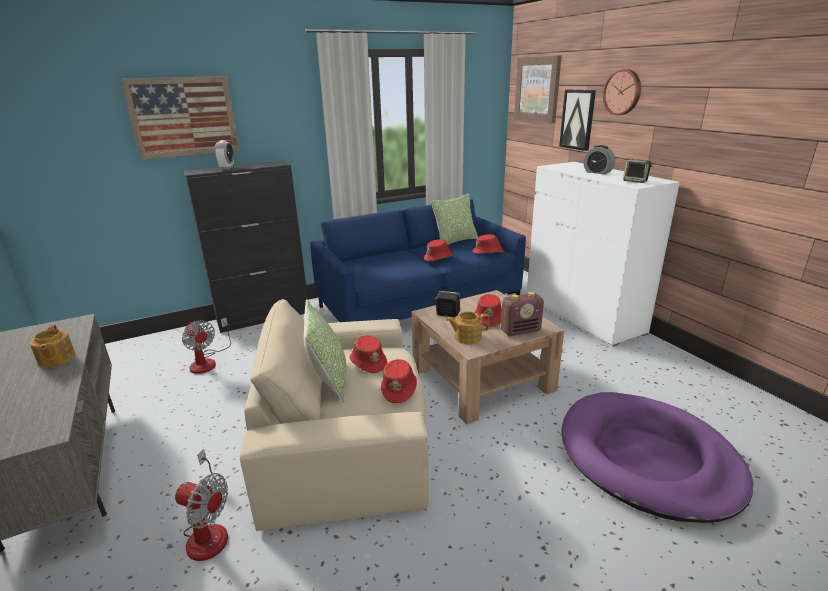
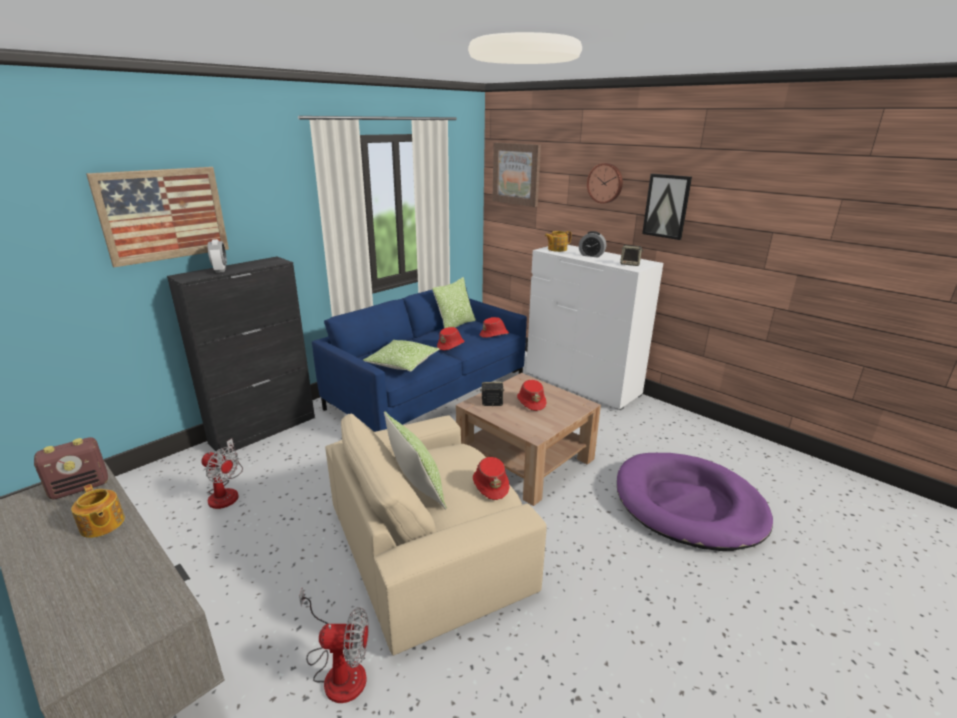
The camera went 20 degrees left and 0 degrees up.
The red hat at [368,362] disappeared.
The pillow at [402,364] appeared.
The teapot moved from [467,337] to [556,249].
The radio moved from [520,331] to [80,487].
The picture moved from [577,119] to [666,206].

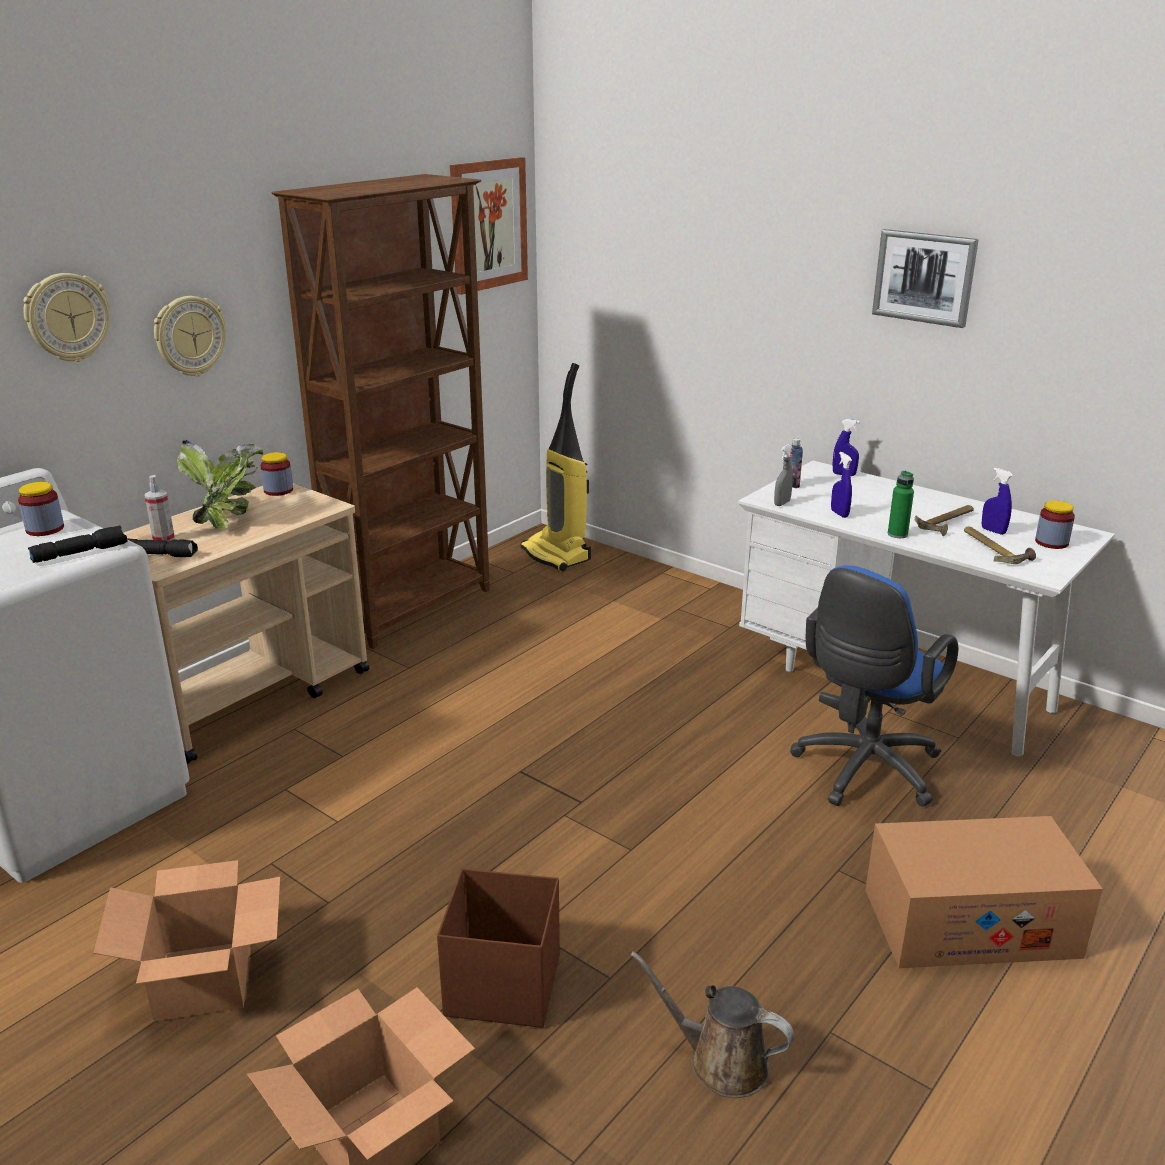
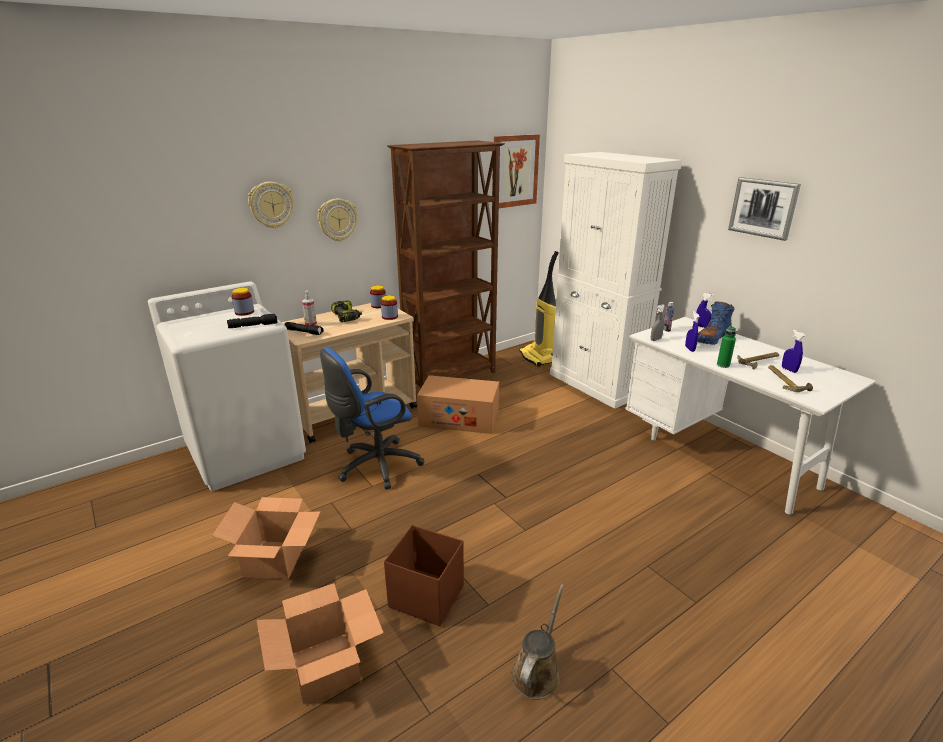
The camera went 15 degrees right and 0 degrees up.
The white cabinet at [595,384] appeared.
The blue boot at [712,339] appeared.
The blue office chair moved from [862,772] to [375,466].
The cardboard box moved from [970,923] to [459,418].
The jar moved from [1051,542] to [389,317].
The potted plant at [228,518] was replaced by the power drill at [347,317].
The brown watering can at [720,1062] turned 75 degrees clockwise.

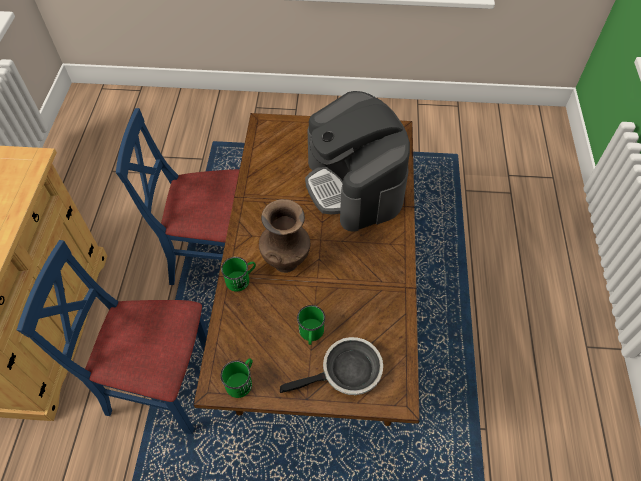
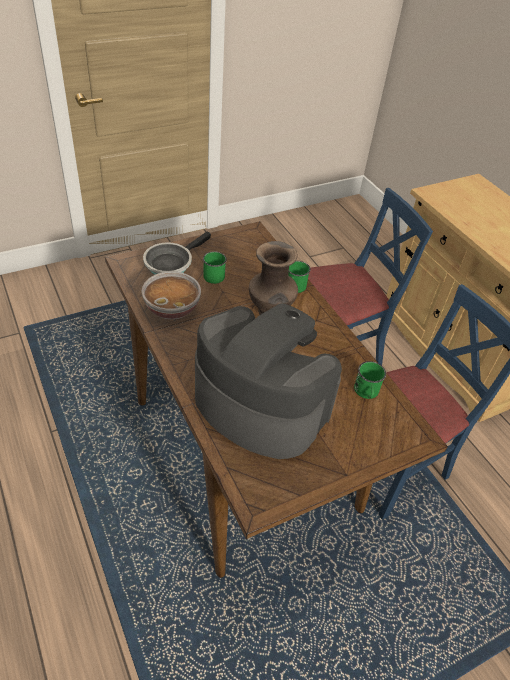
The camera went 145 degrees right and 10 degrees down.
The bowl at [172,308] appeared.
The green mug moved from [241,381] to [366,392].

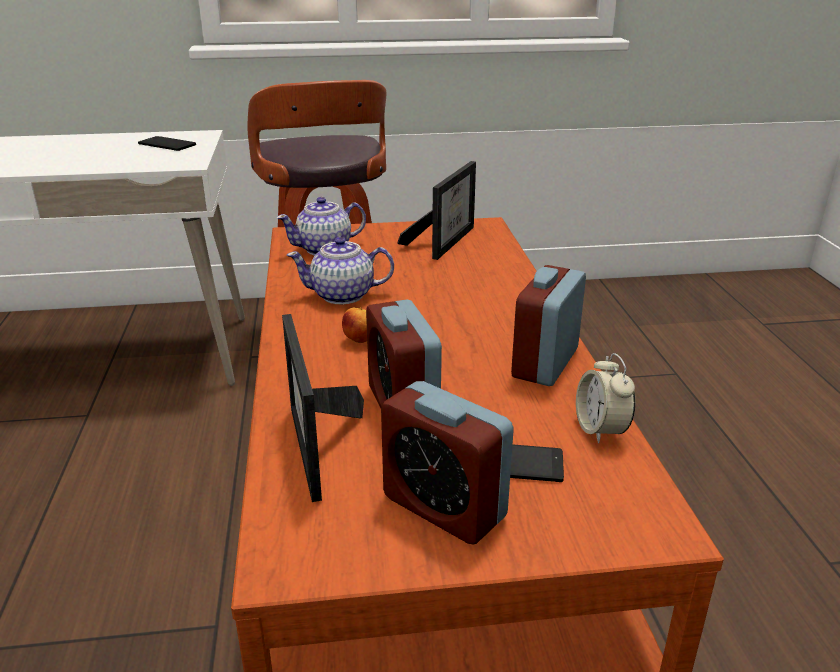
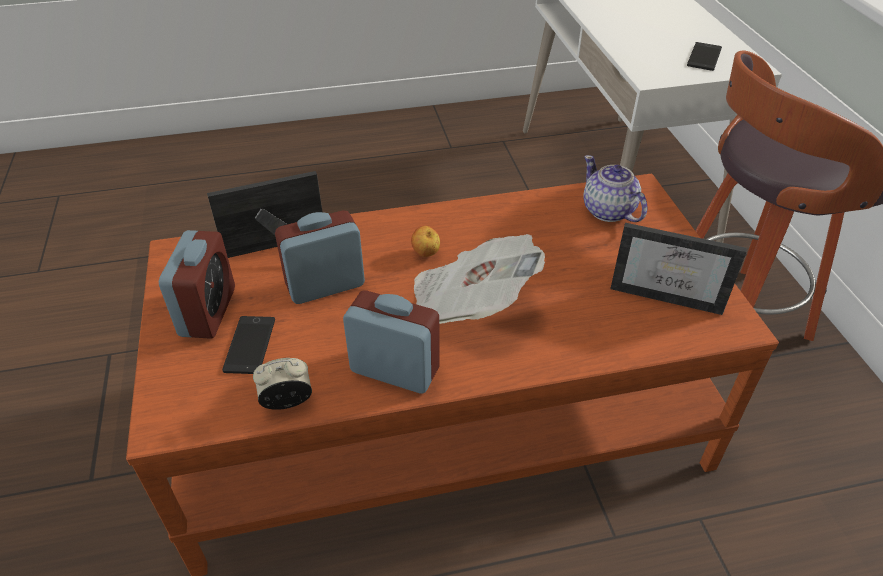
The camera went 85 degrees right and 15 degrees up.
The teapot at [343,295] disappeared.
The newspaper at [470,304] appeared.
The alarm clock at [444,507] turned 150 degrees clockwise.

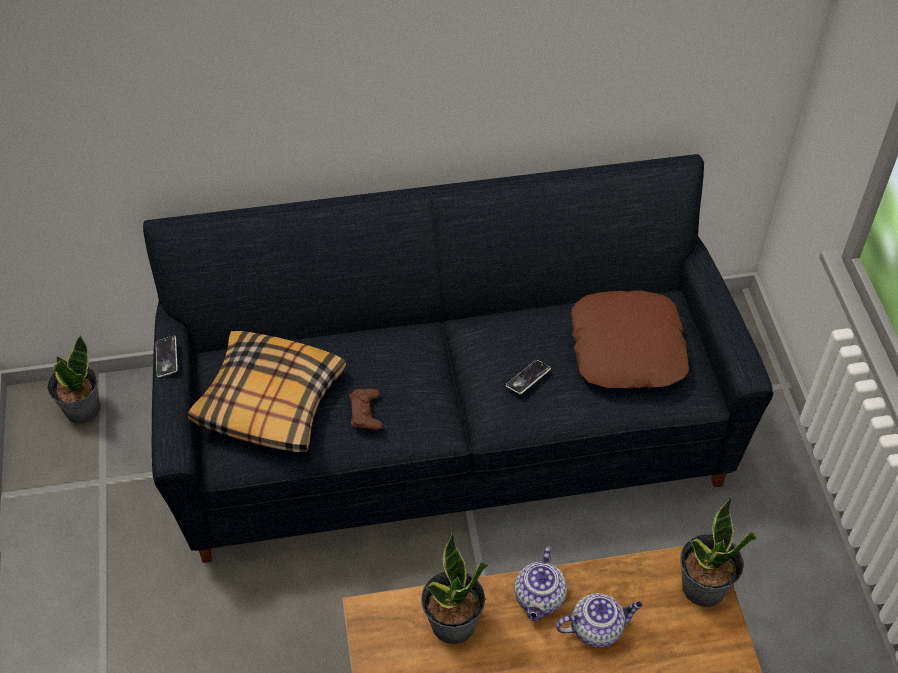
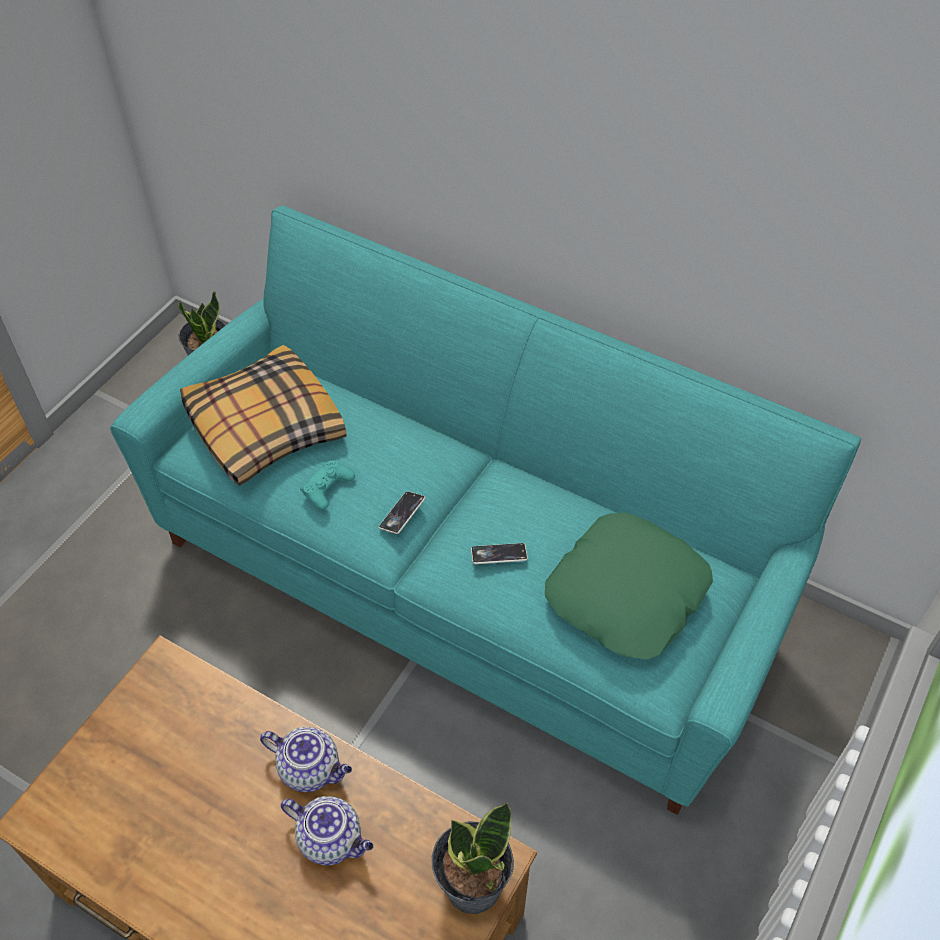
The camera went 40 degrees right and 0 degrees up.
The potted plant at [453,624] disappeared.
The phone moved from [167,358] to [402,514].
The black sofa at [449,429] became the turquoise sofa at [470,573].
The brown game controller at [365,412] became the turquoise game controller at [327,487].
The brown pillow at [628,348] became the green pillow at [628,594].
The teapot at [539,599] turned 120 degrees counterclockwise.

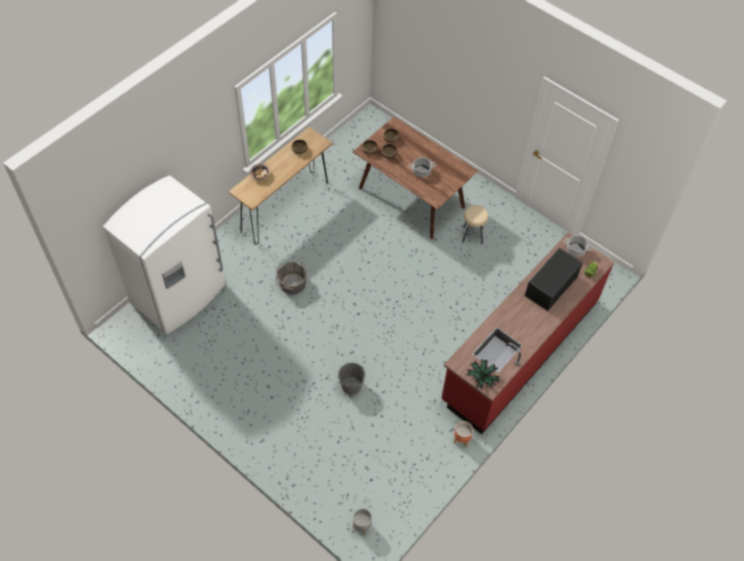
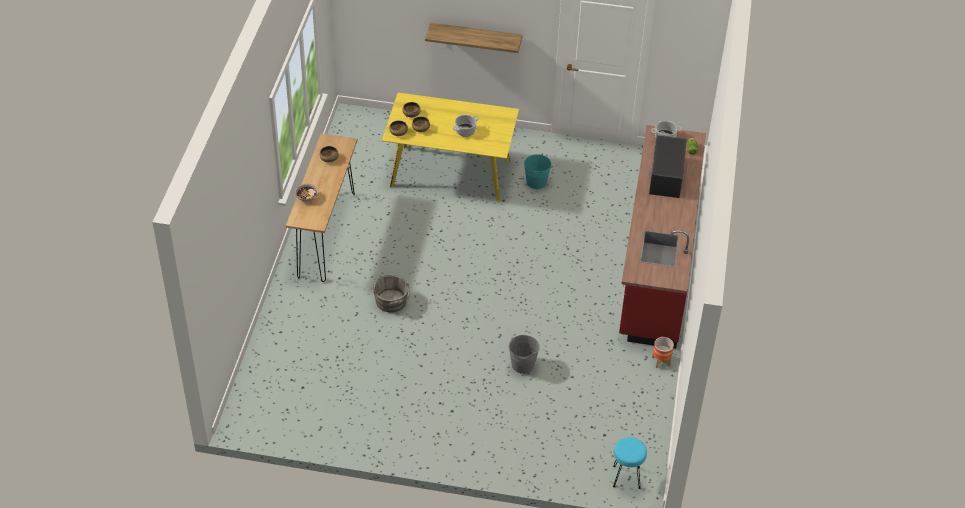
The camera went 30 degrees left and 10 degrees down.
The white fridge at [180,295] disappeared.
The potted plant at [482,378] disappeared.
The shelf at [476,37] appeared.
The grey planter at [361,526] was replaced by the turquoise stool at [626,477].
The beige stool at [472,235] was replaced by the turquoise bucket at [536,182].
The brown dining table at [410,198] became the yellow dining table at [449,174].

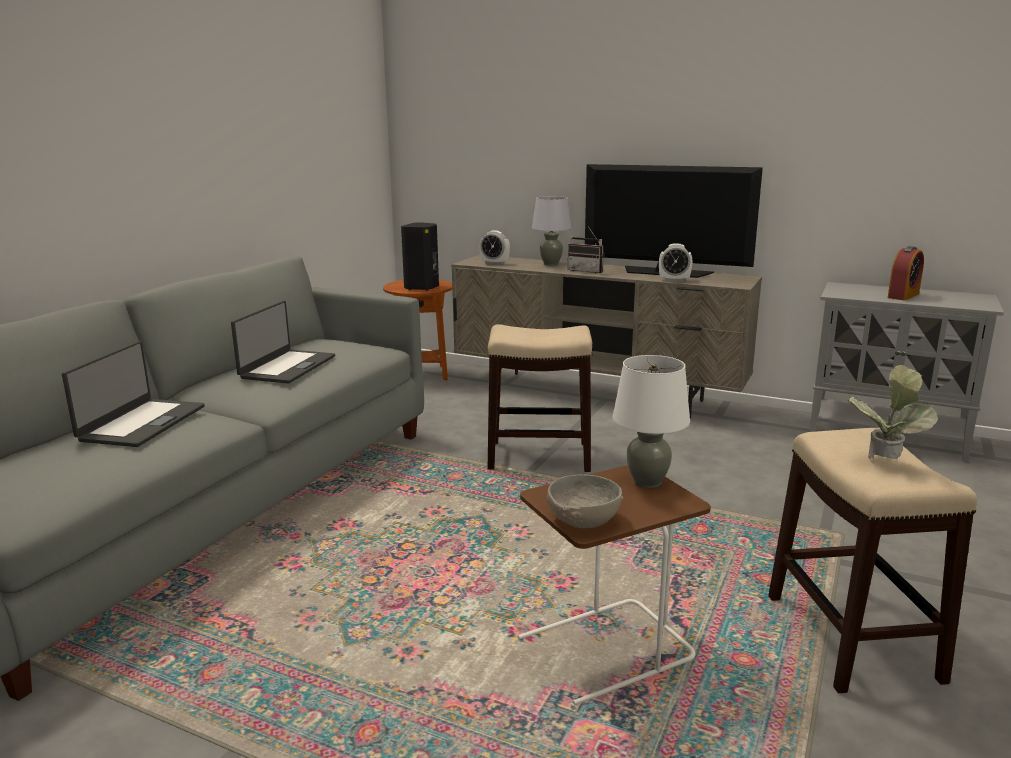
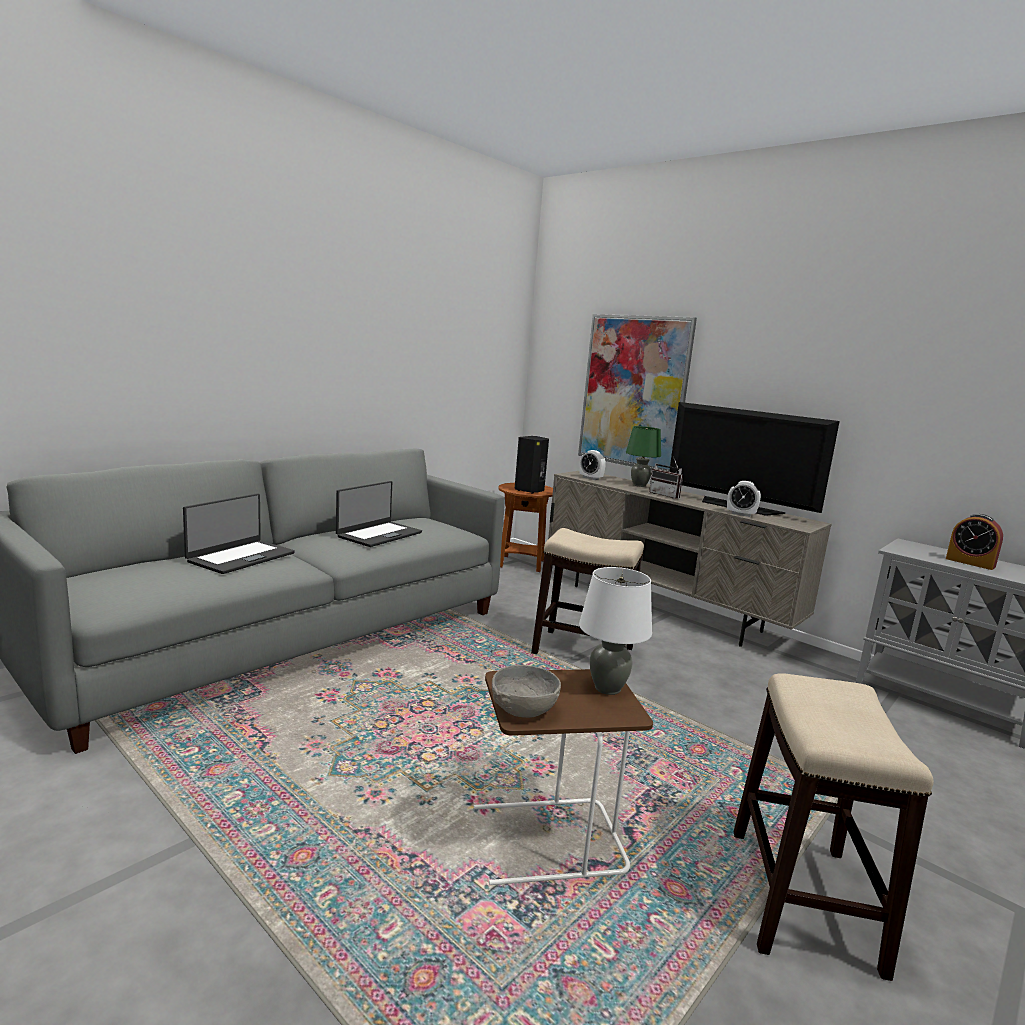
The camera went 15 degrees right and 5 degrees down.
The potted plant at [884,464] disappeared.
The picture at [633,392] appeared.
The grey table lamp at [550,264] became the green table lamp at [639,485].
The alarm clock at [903,296] turned 75 degrees clockwise.

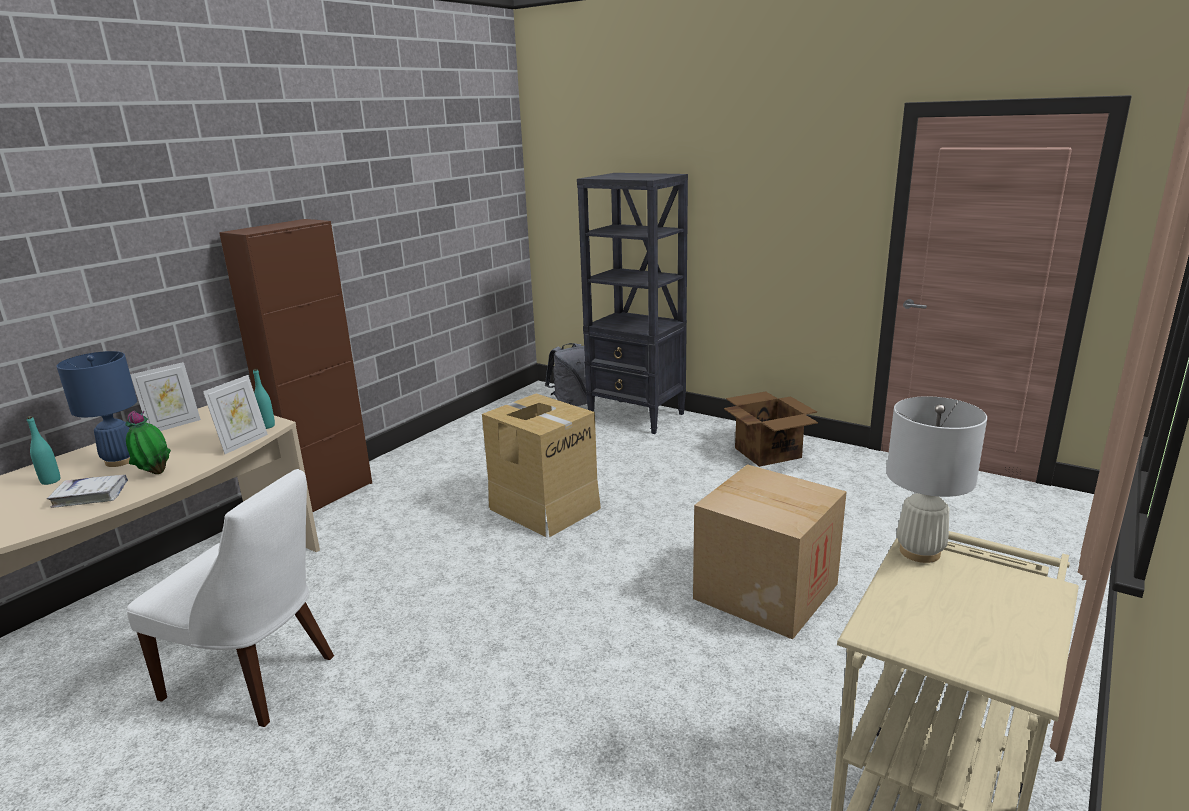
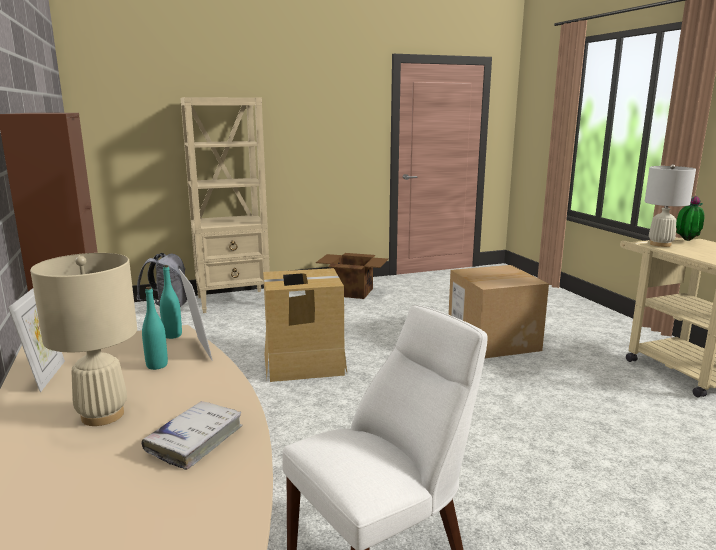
The camera went 55 degrees left and 5 degrees down.
The turquoise bottle moved from [50,481] to [157,365].
The potted plant moved from [154,473] to [686,241].
The blue table lamp at [120,461] became the beige table lamp at [102,415].
The black bookcase at [637,416] became the beige bookcase at [234,301].

